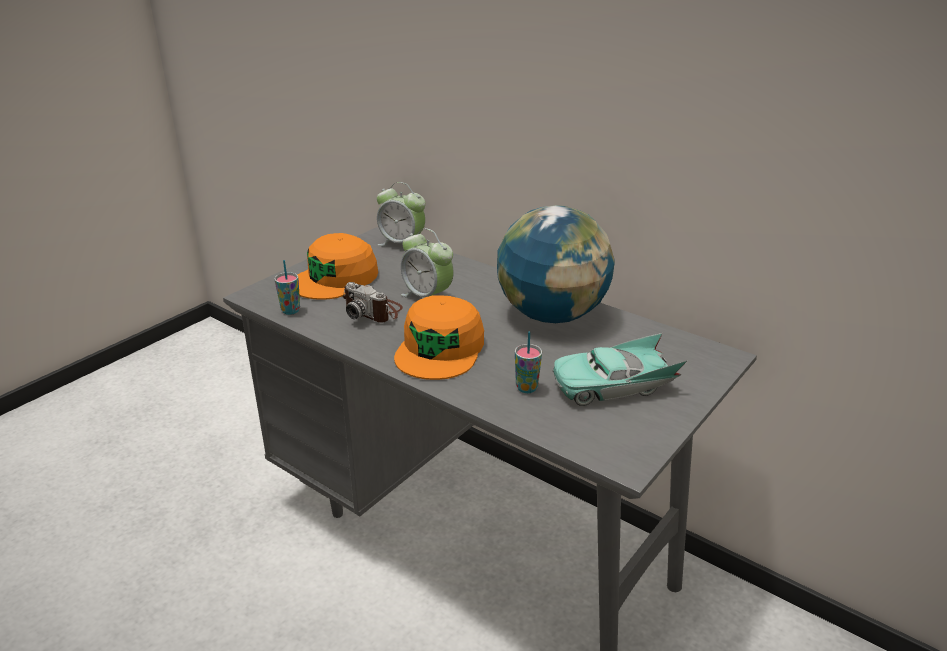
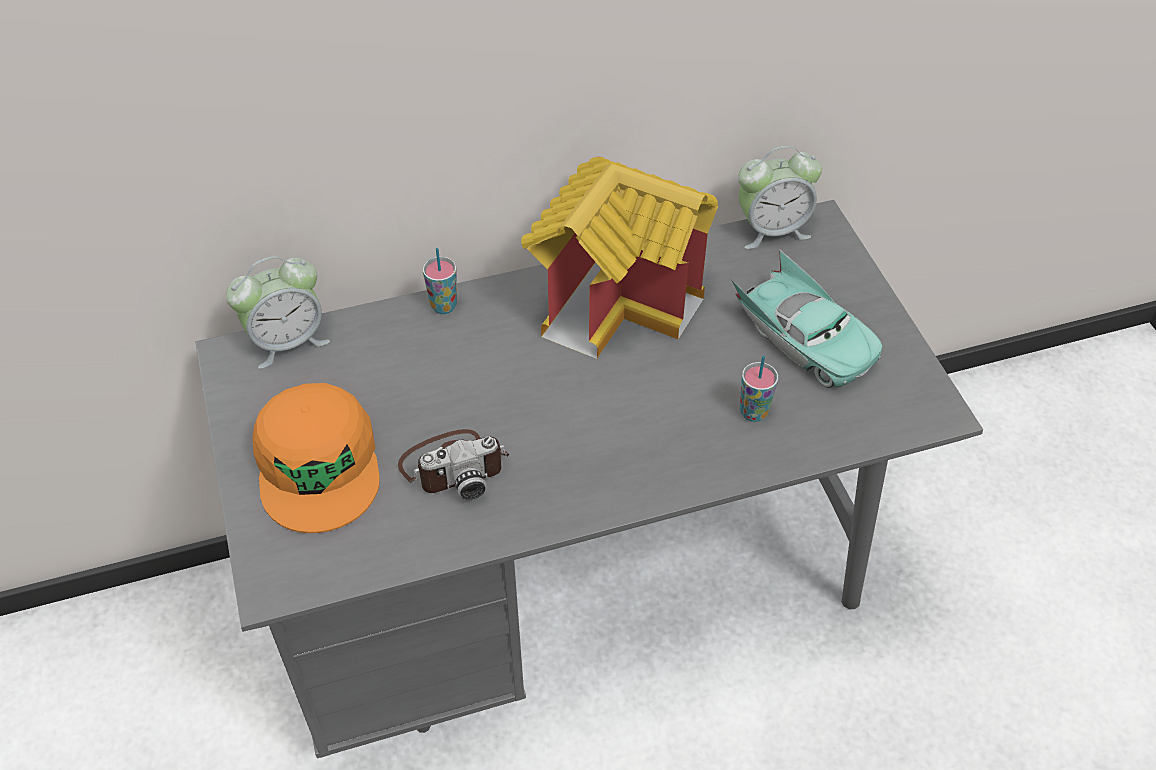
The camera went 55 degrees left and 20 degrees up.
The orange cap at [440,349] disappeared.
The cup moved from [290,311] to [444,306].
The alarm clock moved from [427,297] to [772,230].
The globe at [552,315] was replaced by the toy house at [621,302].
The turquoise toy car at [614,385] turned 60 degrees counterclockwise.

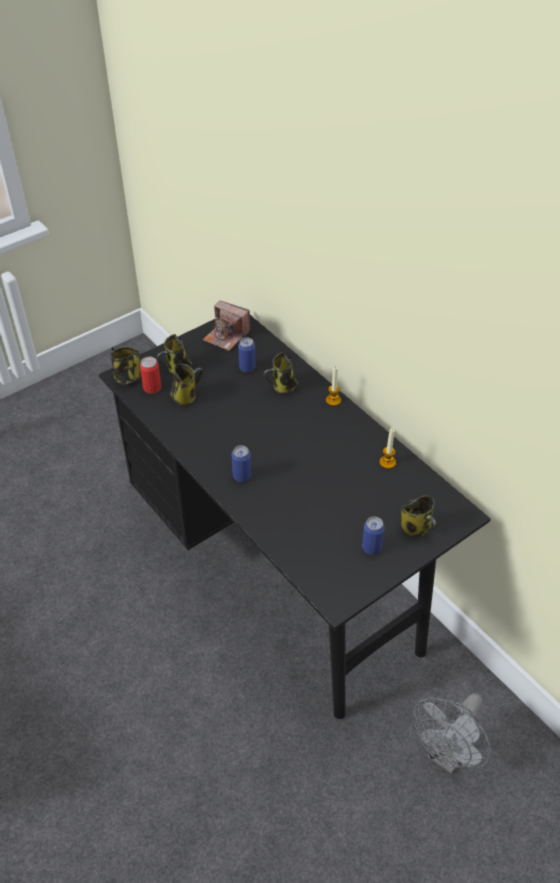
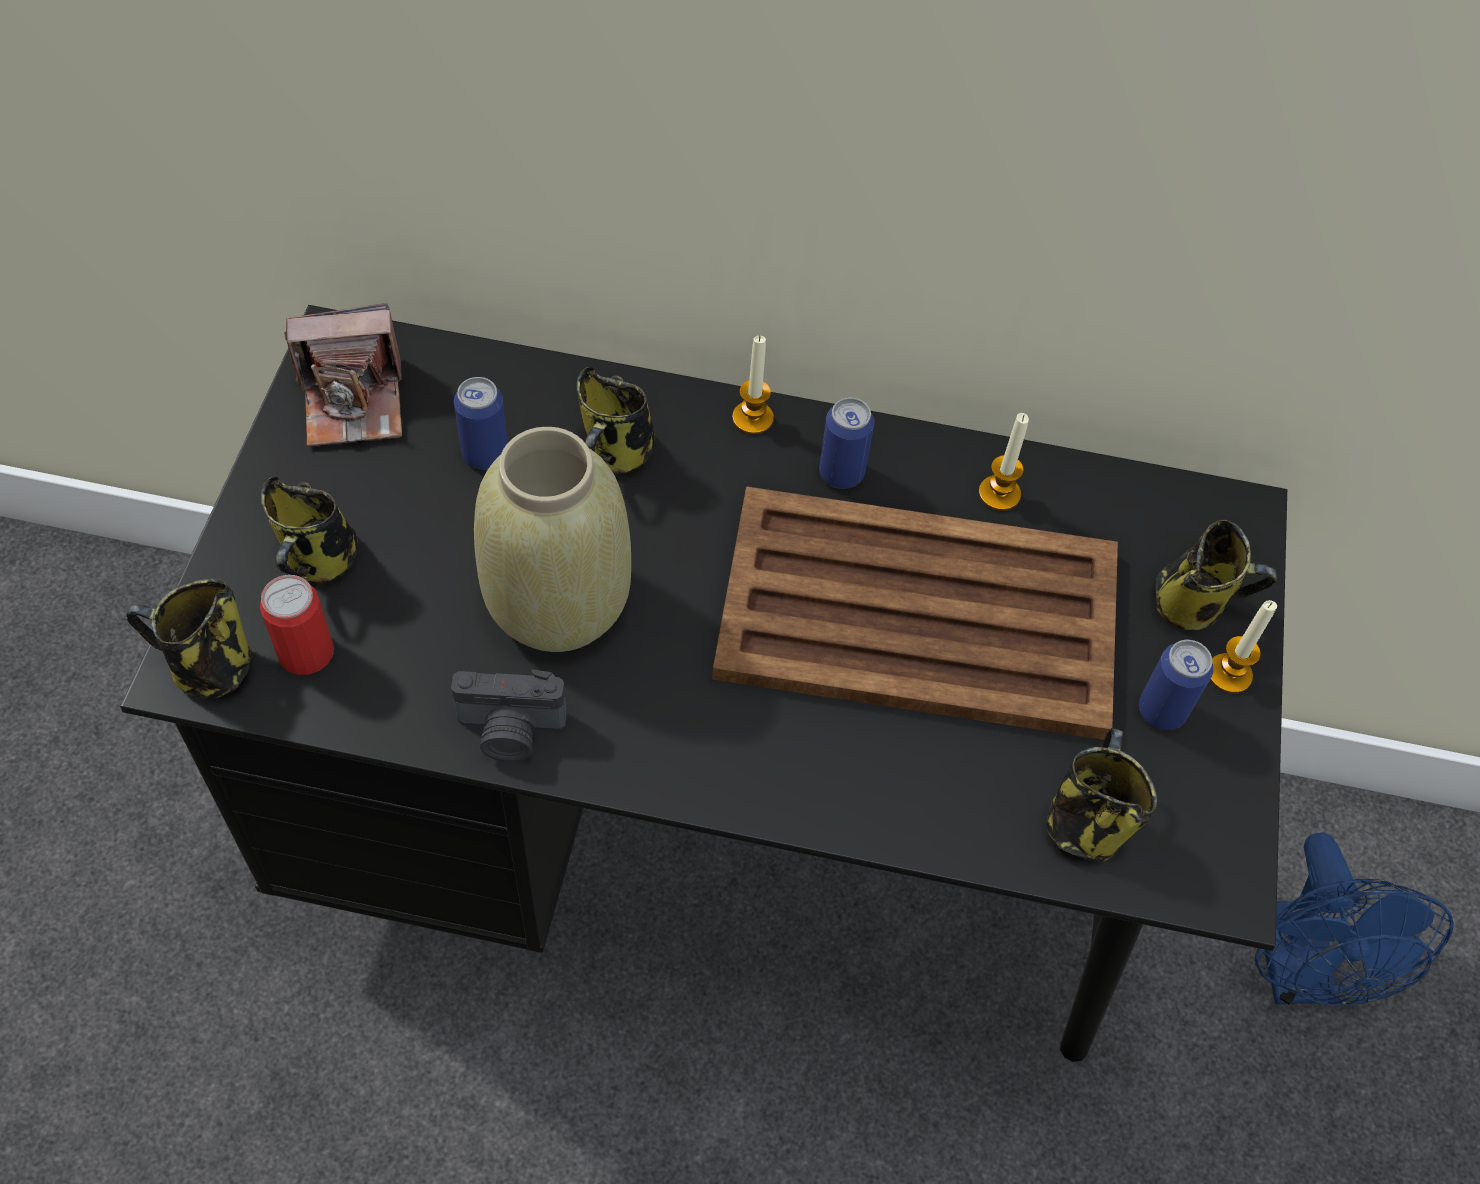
The camera went 45 degrees left and 10 degrees up.
The photo camera at [510,731] appeared.
The beige vase at [559,604] appeared.
The brown tray at [914,612] appeared.
The candle at [1229,674] appeared.
The mug moved from [186,396] to [1085,822].
The can moved from [242,476] to [841,473].
The grey fan at [447,755] became the blue fan at [1298,973].

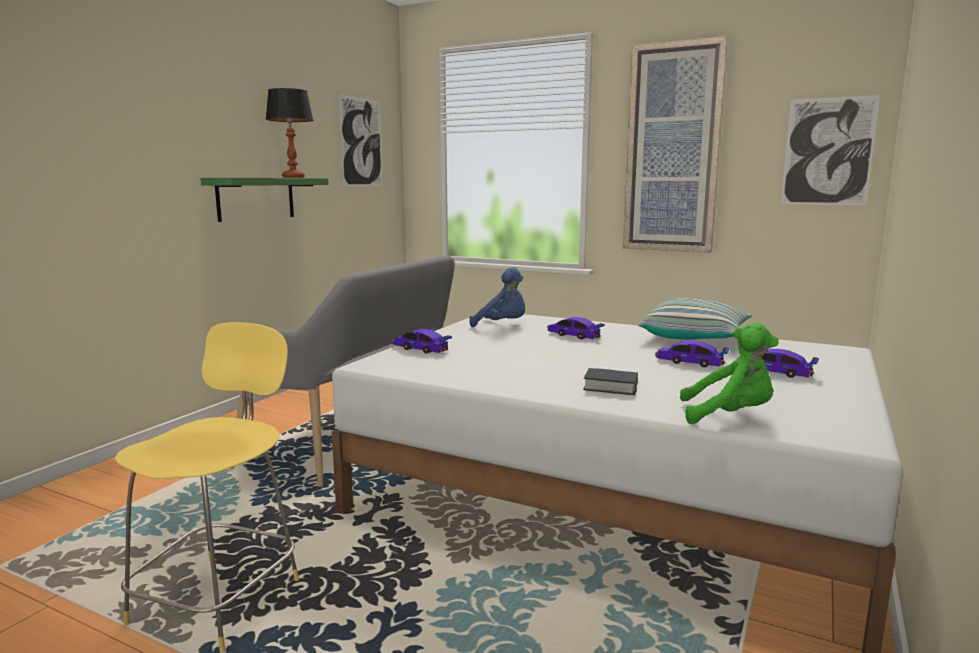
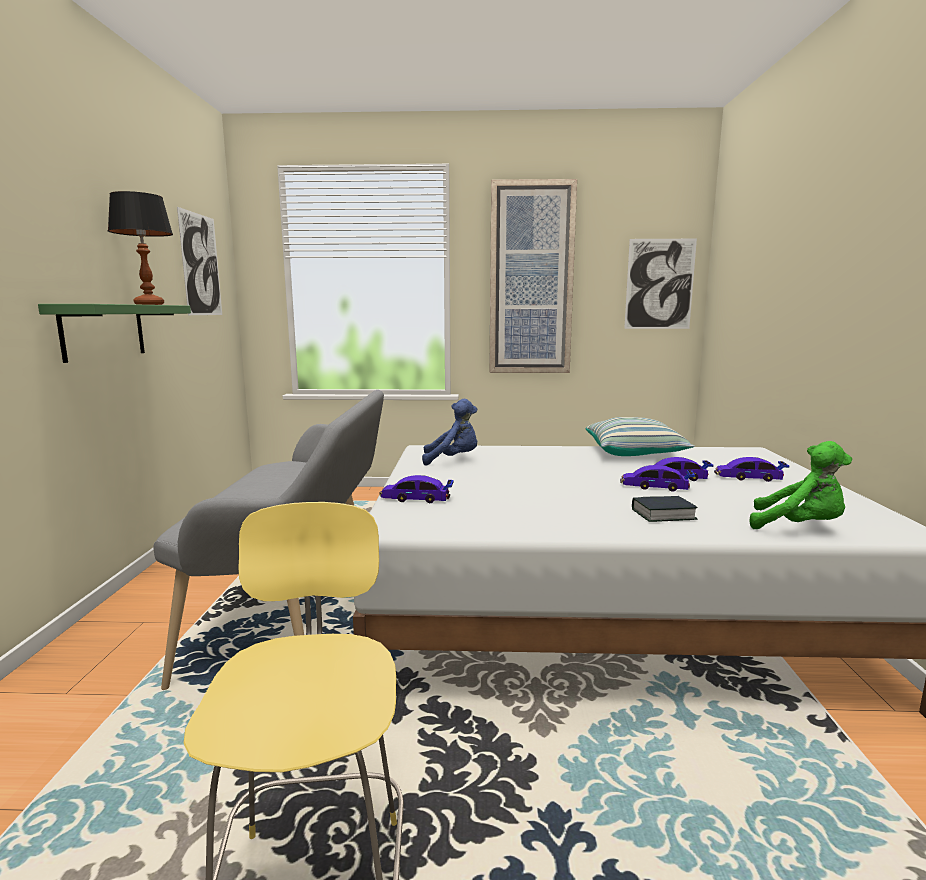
The camera went 25 degrees left and 0 degrees up.
The toy car moved from [574,335] to [655,487].
The green plush toy at [729,415] turned 45 degrees clockwise.

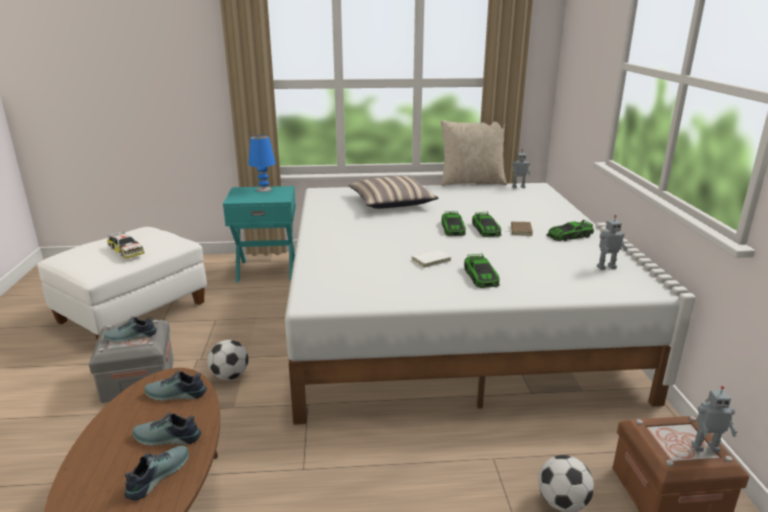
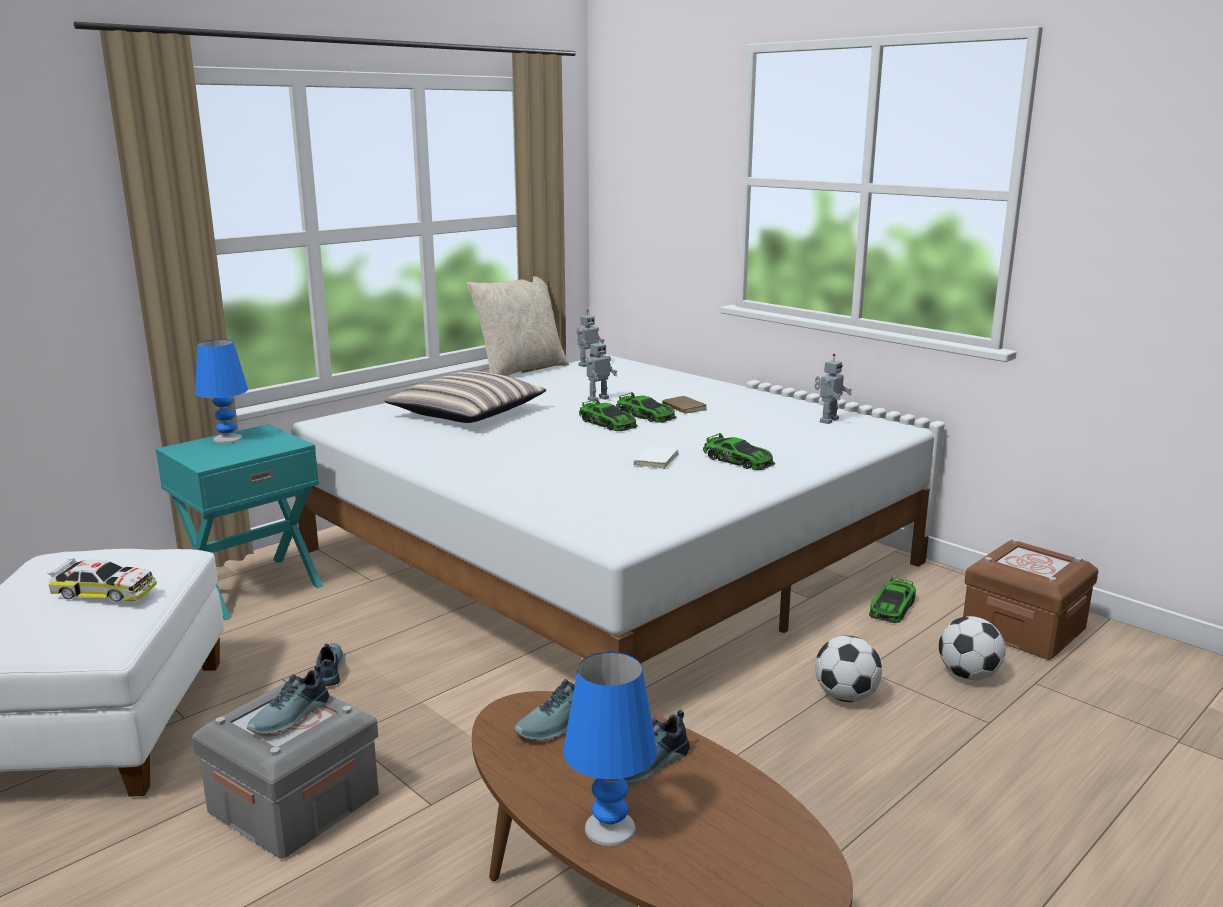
The camera went 40 degrees left and 5 degrees down.
The blue table lamp at [609,828] appeared.
The shoe moved from [156,475] to [328,670].
The football moved from [230,376] to [845,696].
The toy car moved from [569,235] to [892,607].
The toy robot moved from [704,447] to [597,399].

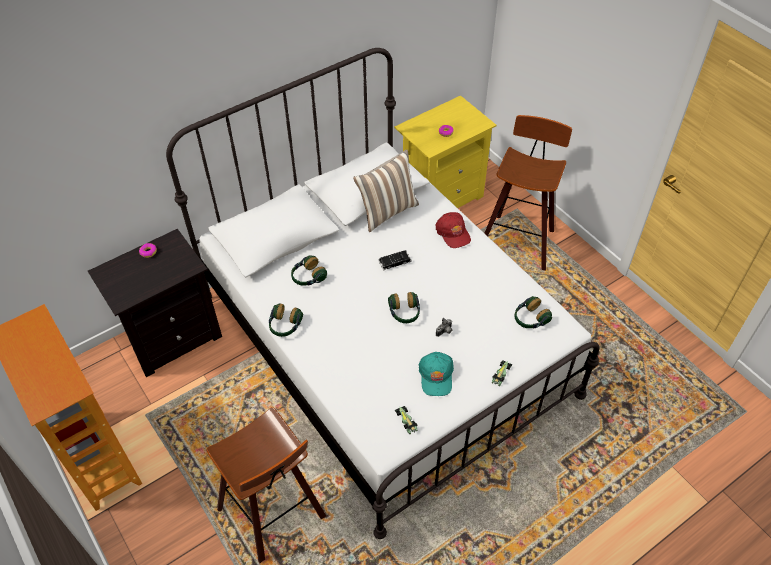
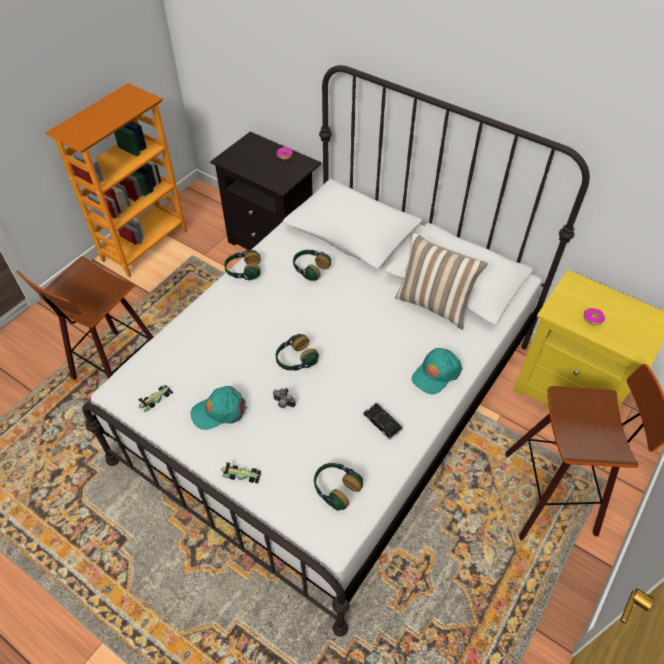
The camera went 70 degrees right and 0 degrees up.
The black toy car moved from [394,262] to [382,422].
The red cap at [453,233] became the turquoise cap at [436,374].

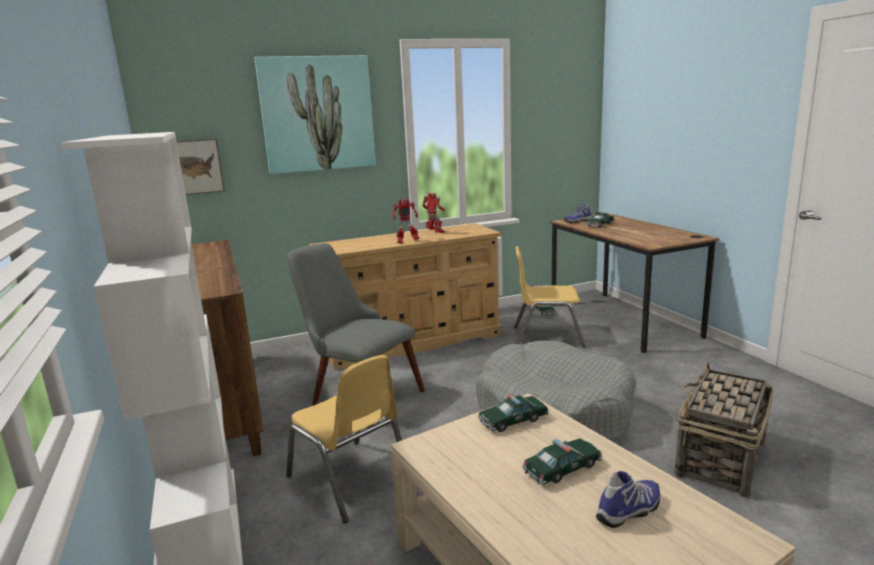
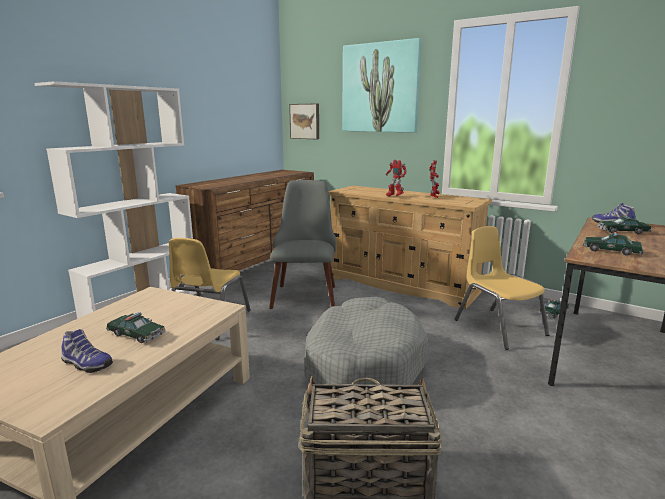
The camera went 55 degrees right and 0 degrees up.
The toy car moved from [513,420] to [611,251].

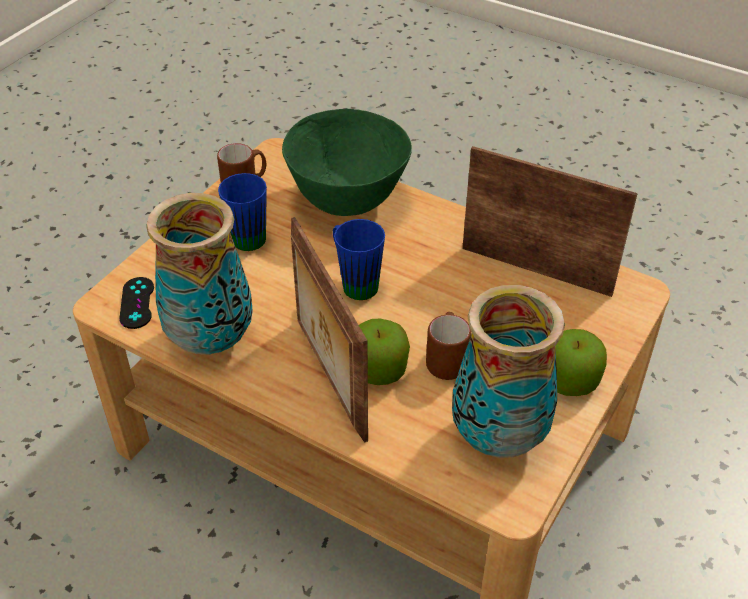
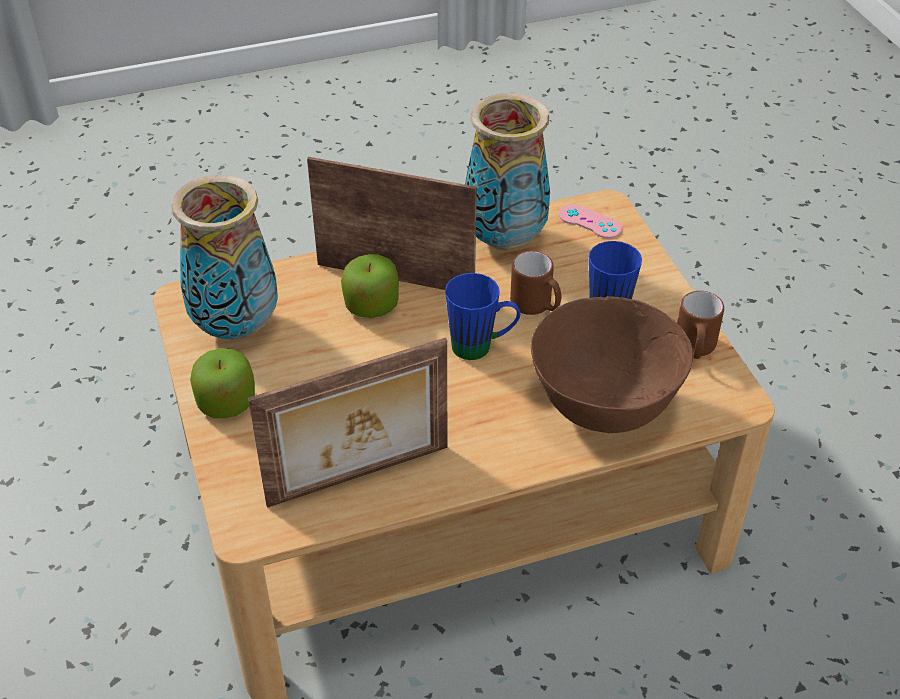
The camera went 130 degrees right and 0 degrees up.
The brown mug moved from [446,360] to [536,307].
The black game controller at [137,303] became the pink game controller at [590,222].
The green bowl at [347,201] became the brown bowl at [602,407].

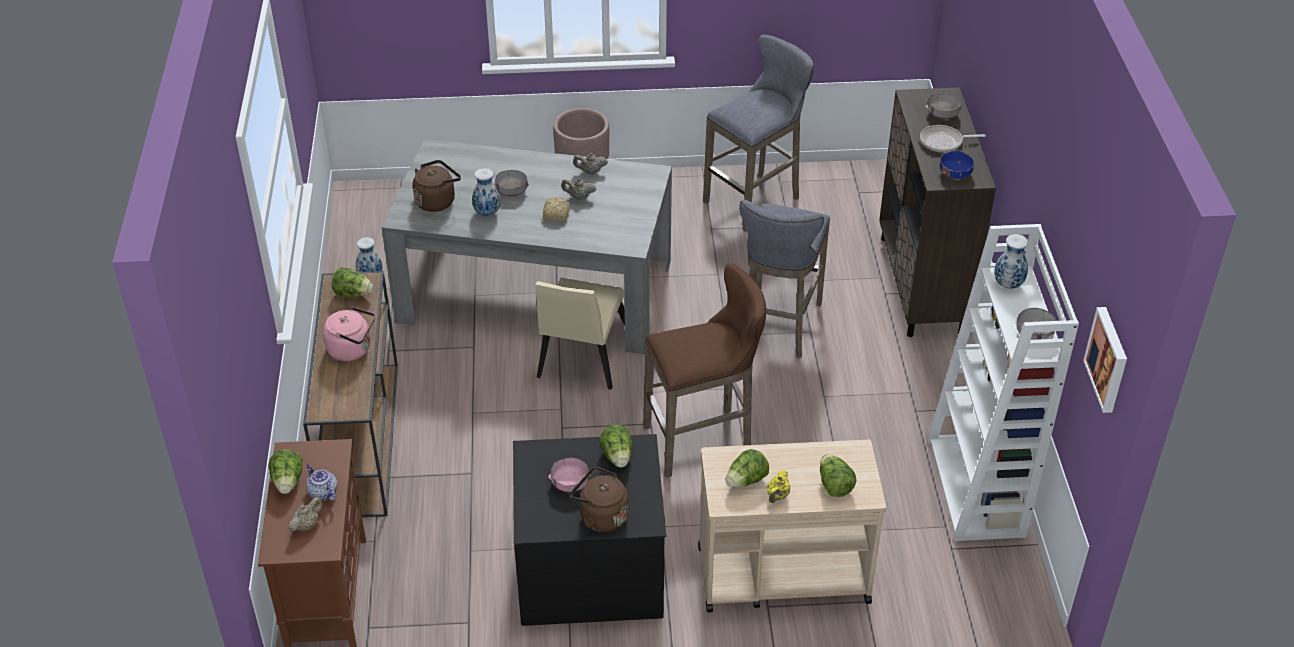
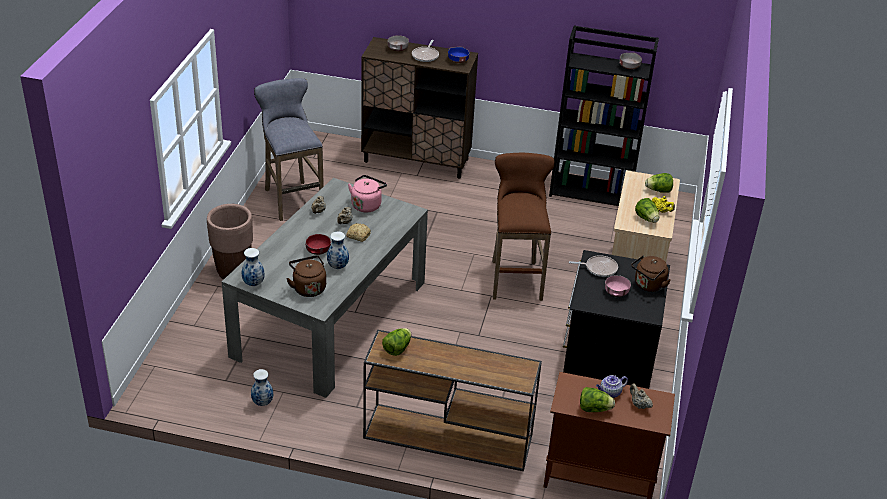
The camera went 75 degrees left and 5 degrees down.
The beige chair at [582,359] disappeared.
The grey stool at [778,328] disappeared.
The picture at [1109,359] disappeared.
The pink kettle moved from [352,349] to [367,204].
The vase moved from [1007,284] to [253,283].
The lettuce at [617,456] was replaced by the frying pan at [599,268].
The grey bowl at [512,191] became the red bowl at [318,250].
The white bookcase at [977,488] became the black bookcase at [592,191].

